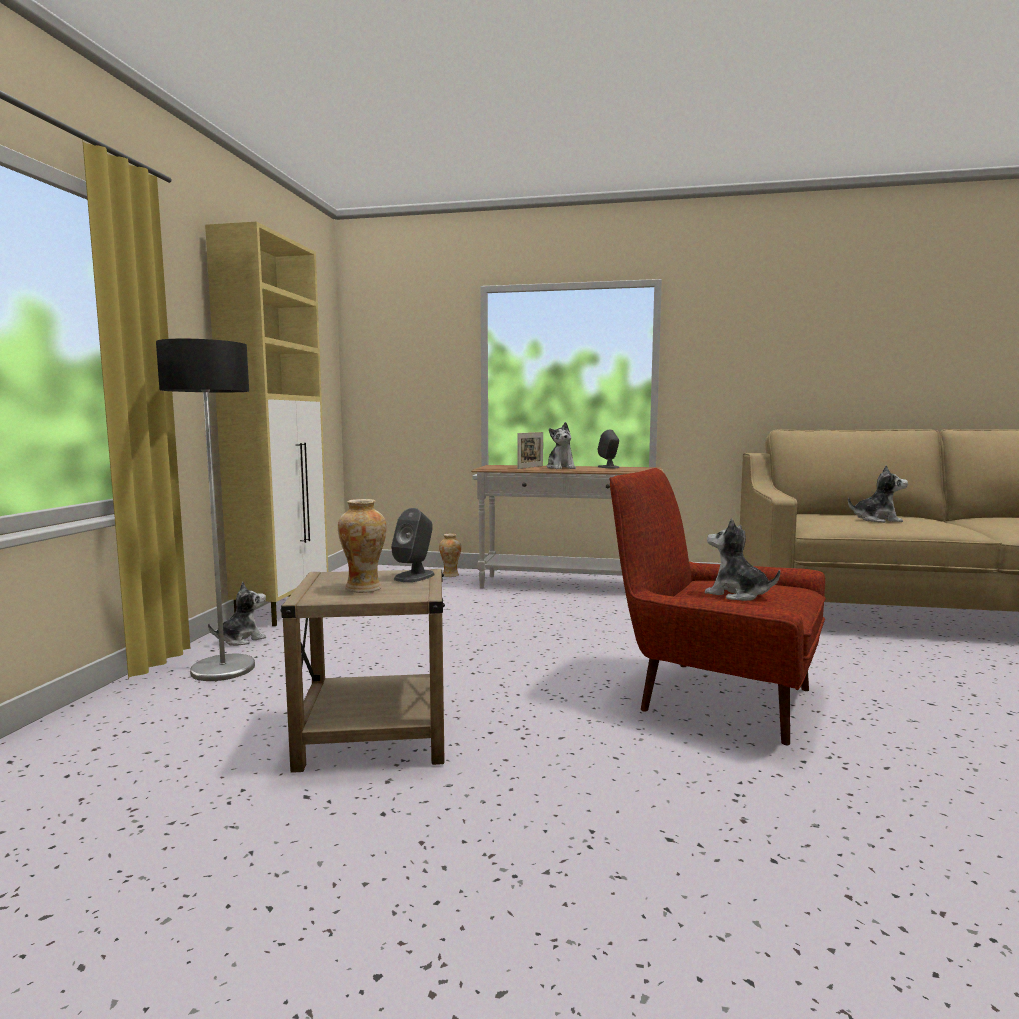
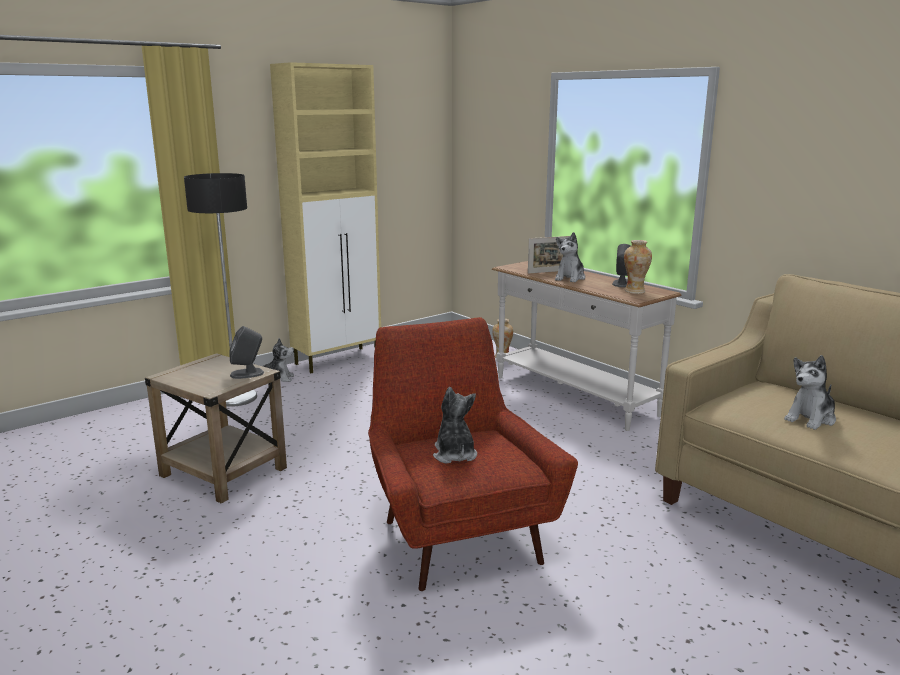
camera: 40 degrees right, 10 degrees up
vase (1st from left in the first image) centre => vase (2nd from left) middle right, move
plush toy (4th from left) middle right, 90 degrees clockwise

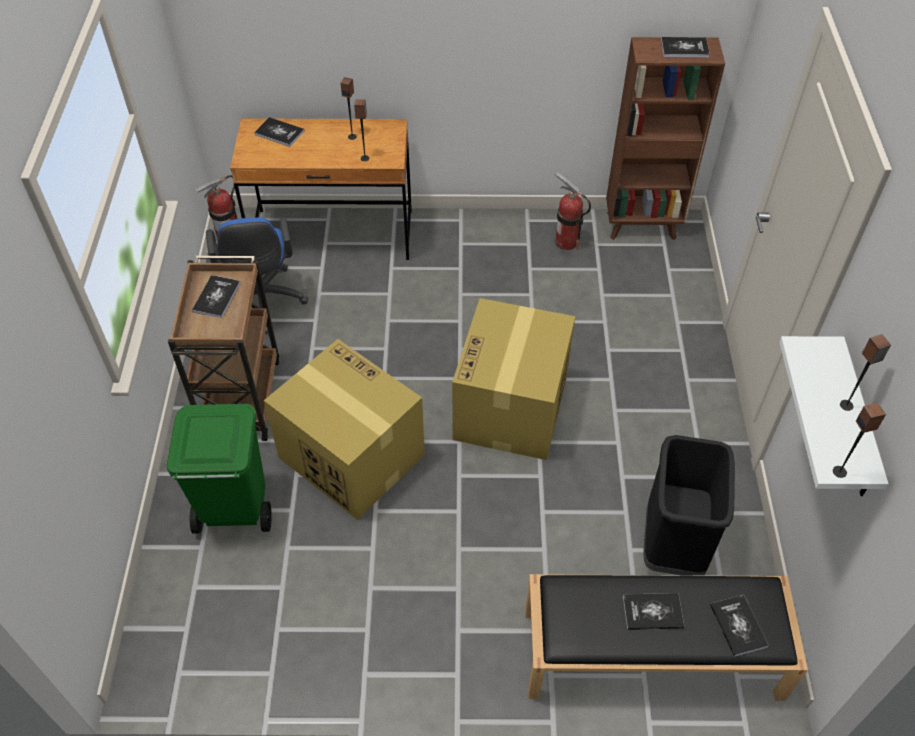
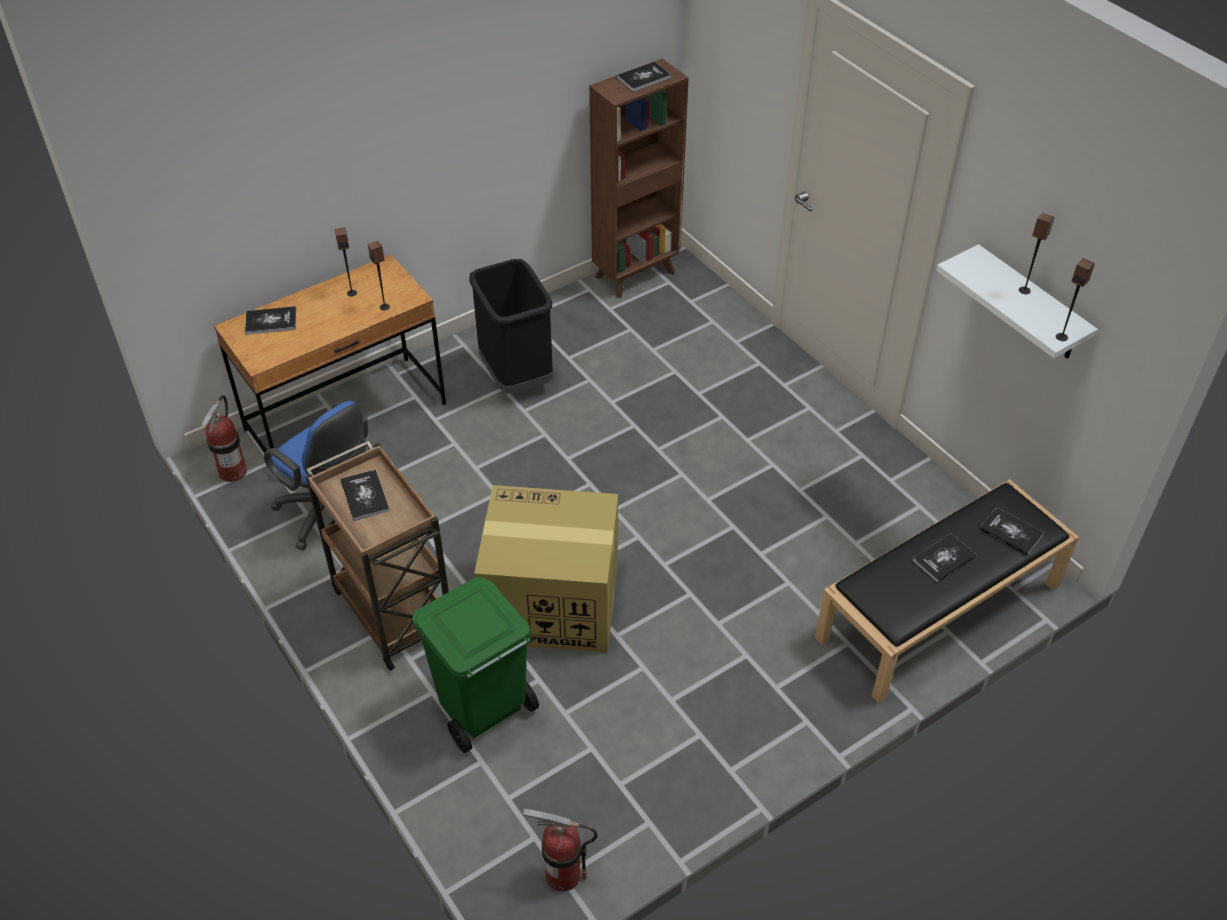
camera: 35 degrees left, 5 degrees down
black trash can bottom right => black trash can centre, move
fire extinguisher (2nd from left) top centre => fire extinguisher (2nd from left) bottom centre, move
cardboard box (2nd from left) centre => nothing

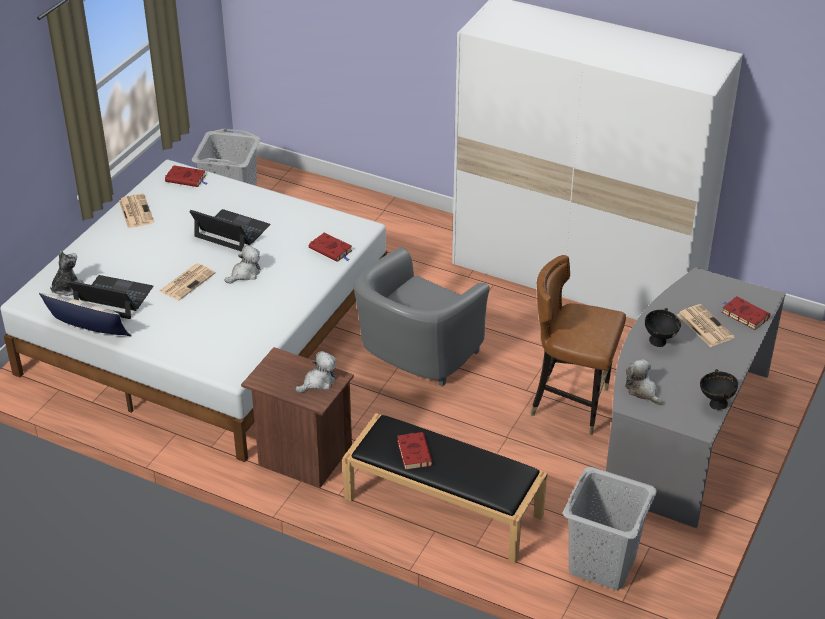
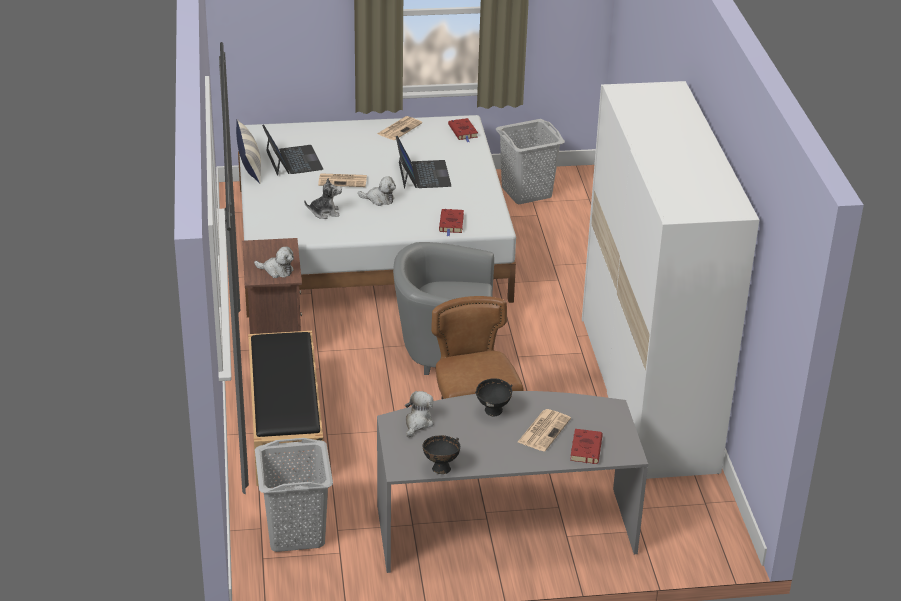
camera: 55 degrees right, 5 degrees down
plush toy (1st from left in the first image) middle left => plush toy (2nd from left) top centre, move
red book (3rd from left) bottom centre => nothing

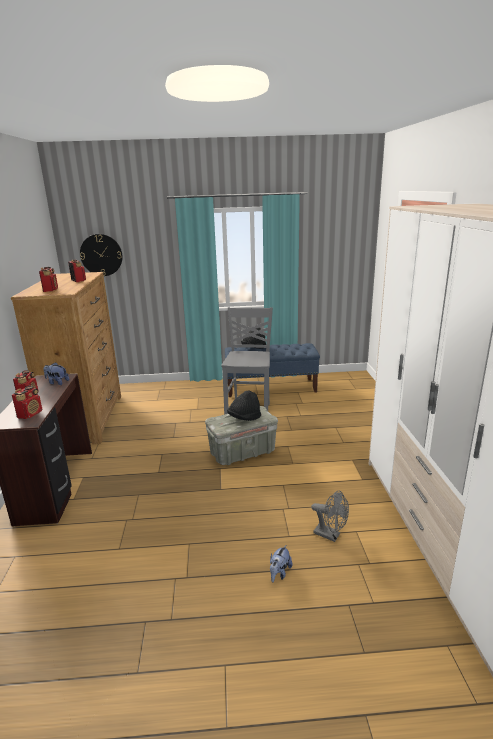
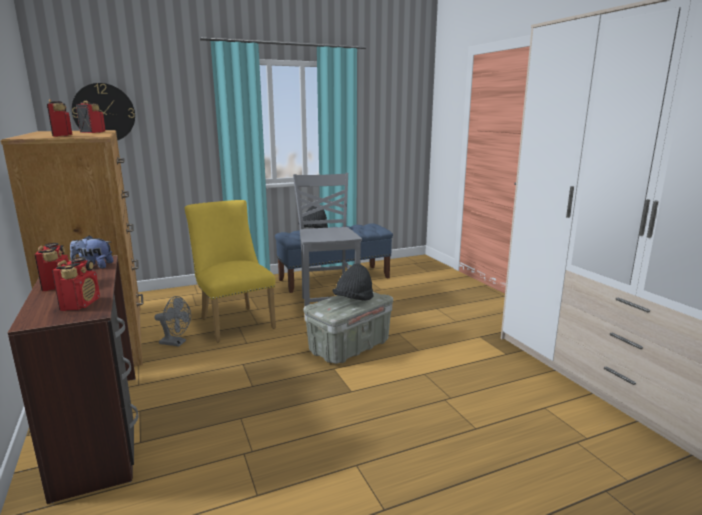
camera: 20 degrees left, 5 degrees down
grey fan bottom right => grey fan middle left, move
nothing => yellow chair middle left
plush toy (2nd from left) bottom centre => nothing

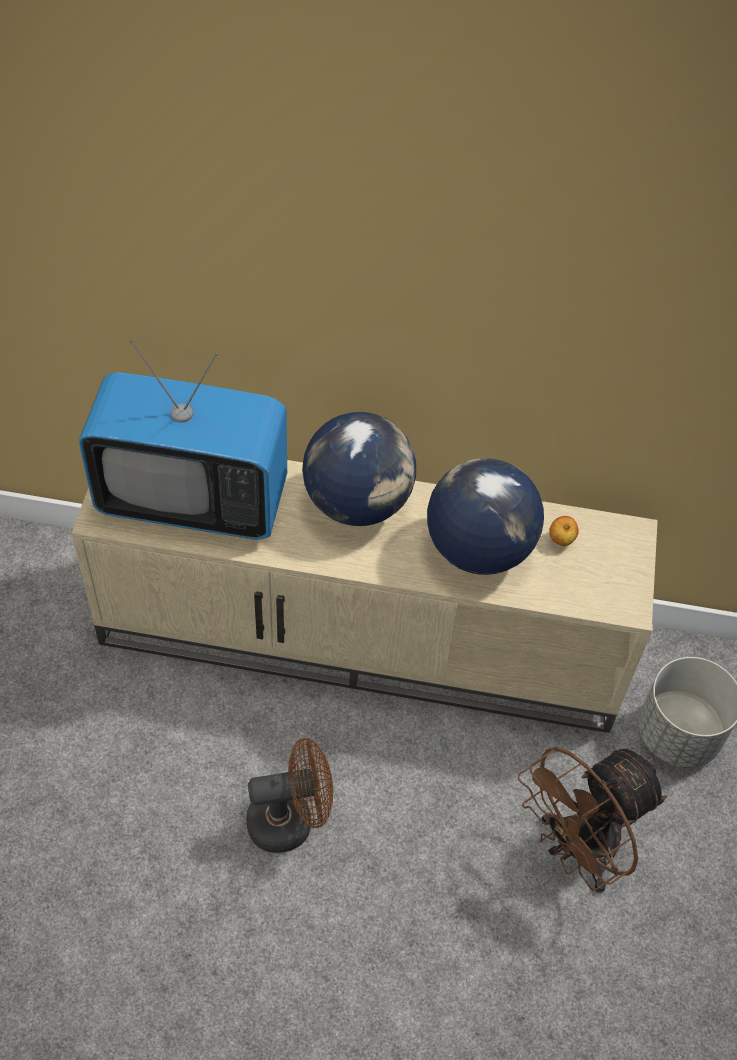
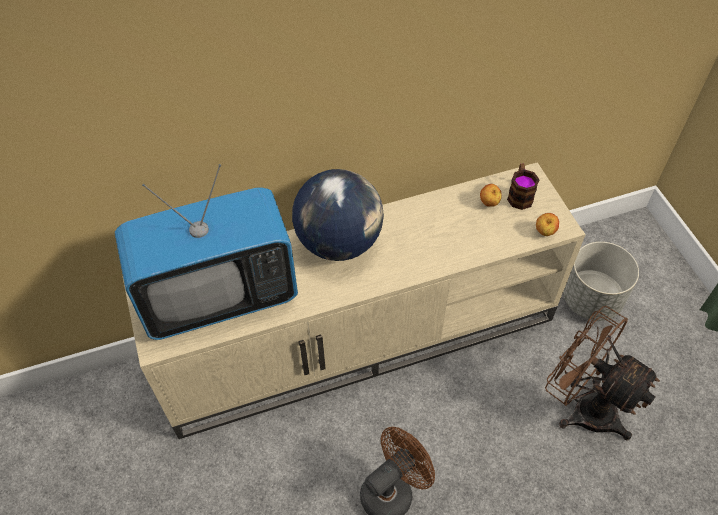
camera: 25 degrees left, 0 degrees up
nothing => mug middle right
nothing => apple (2nd from left) middle right
brown fan (2nd from left) bottom right, 105 degrees clockwise
globe (2nd from left) centre => nothing

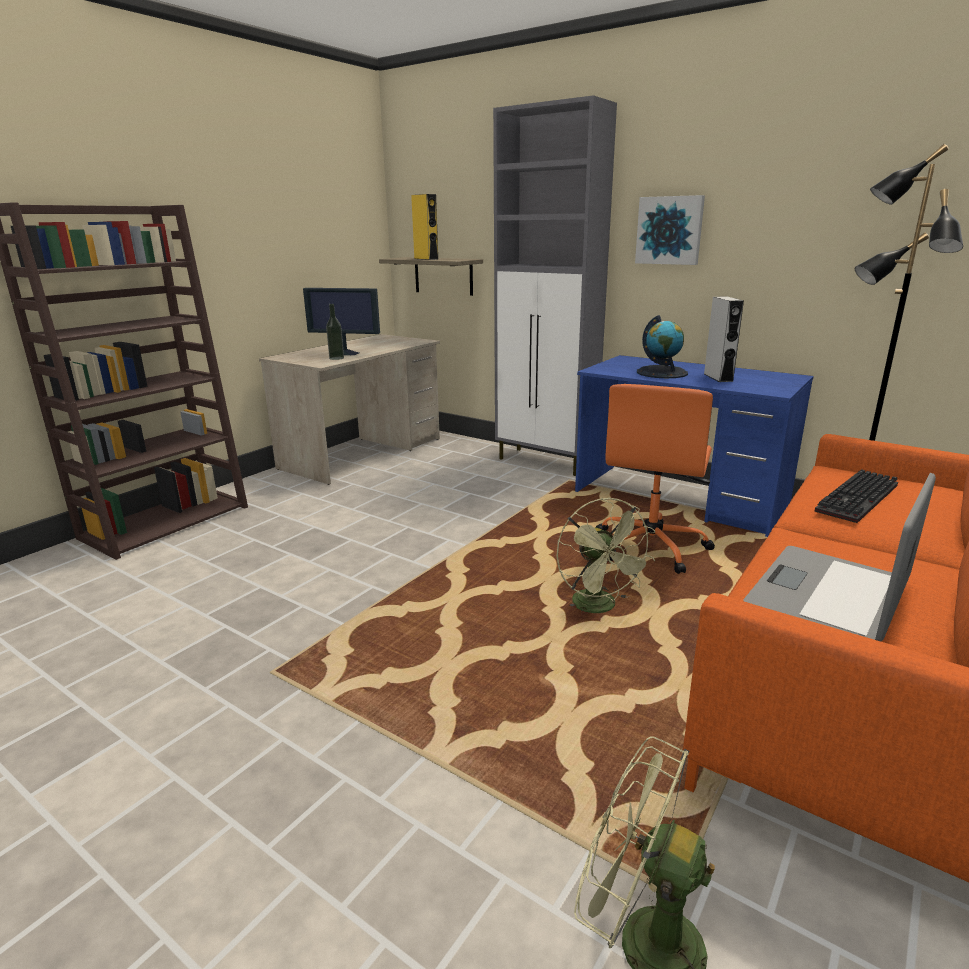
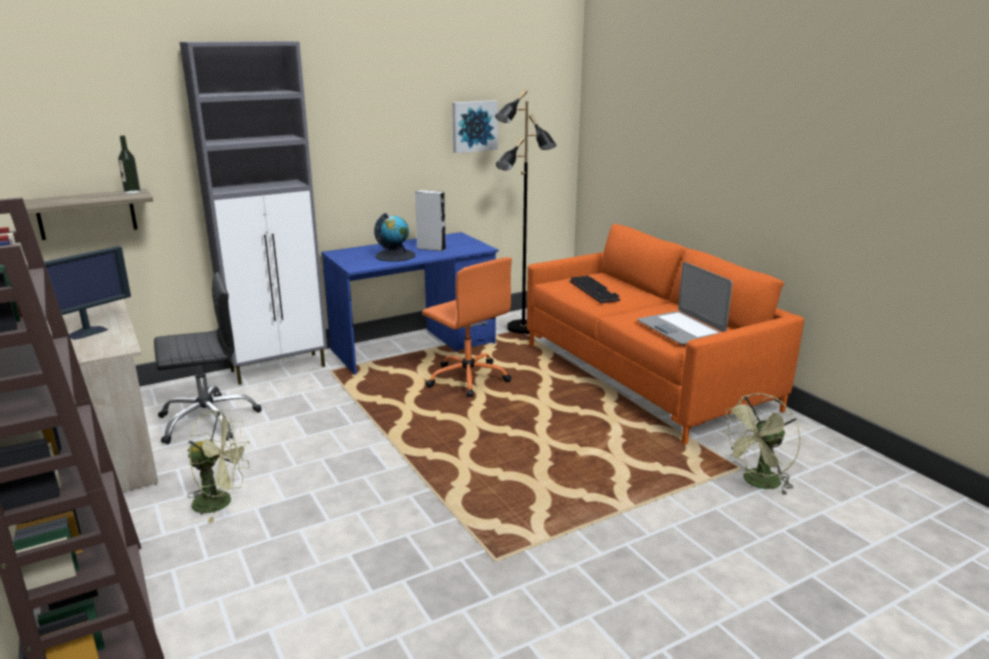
camera: 65 degrees left, 0 degrees up
bottle centre => bottle top left, move
nothing => black office chair middle left
green fan (1st from left) centre => green fan (1st from left) bottom left, move
picture top right => picture top centre, move
yellow speaker top centre => nothing

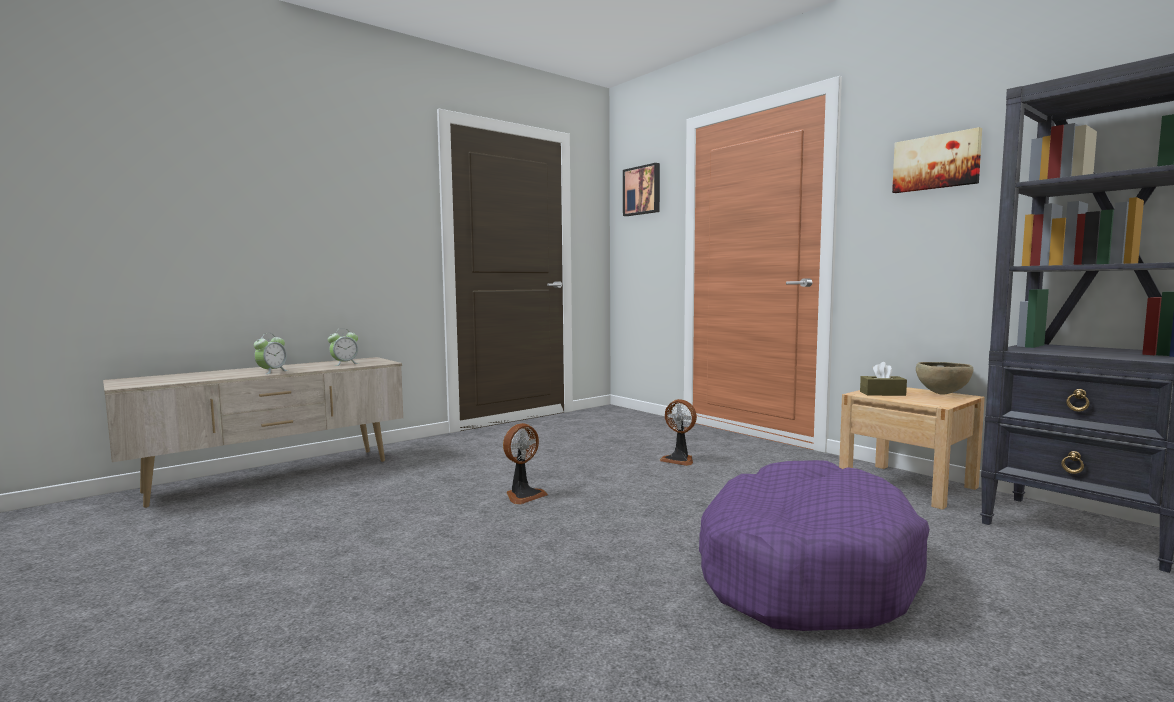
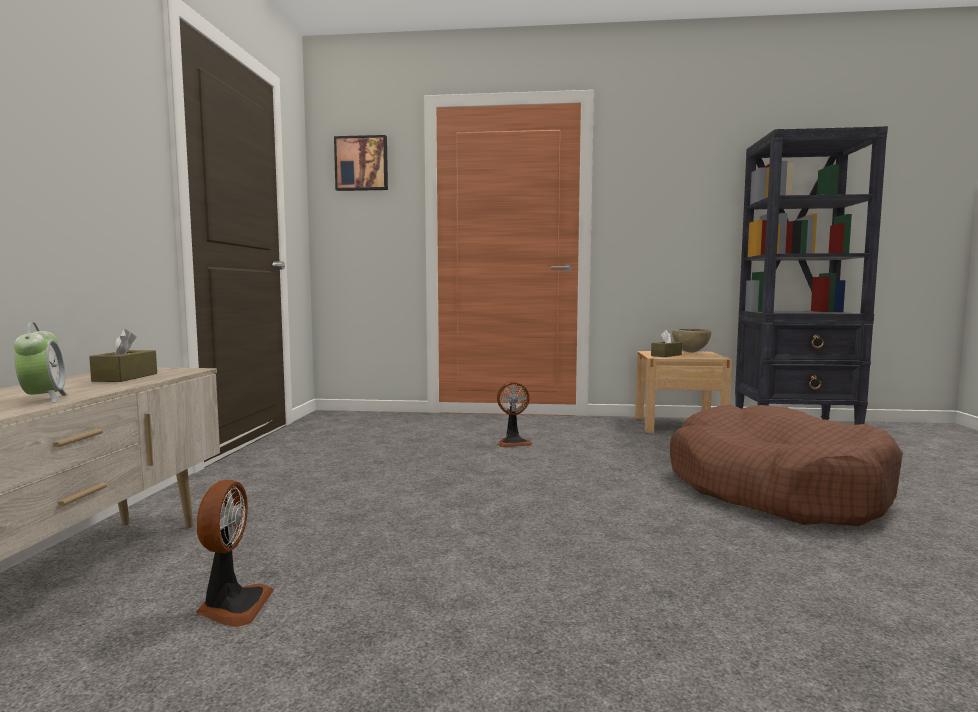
camera: 45 degrees left, 0 degrees up
alarm clock (2nd from left) middle left => brown tissue box (1st from left) middle left
fan (1st from left) centre => fan (1st from left) bottom left, move
purple dog bed bottom right => brown dog bed middle right
picture (2nd from left) top right => nothing

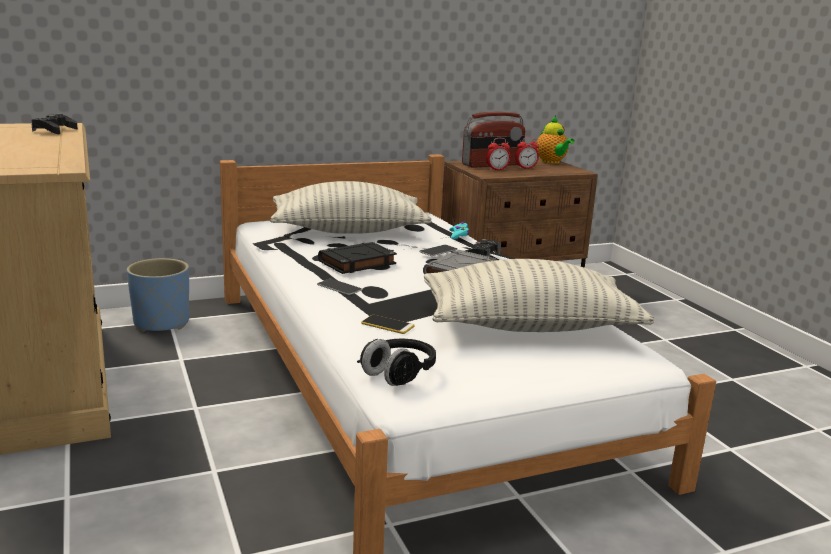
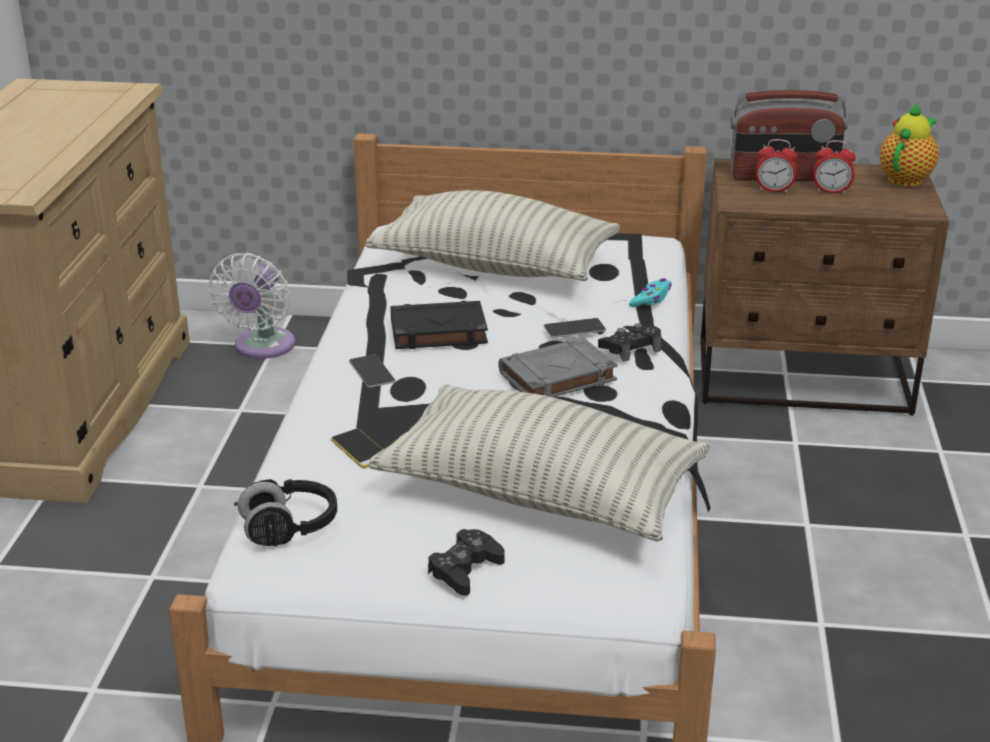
camera: 30 degrees right, 10 degrees up
blue planter middle left => white fan middle left
black game controller (1st from left) top left => black game controller (1st from left) bottom centre, move
teapot top right, 150 degrees counterclockwise

